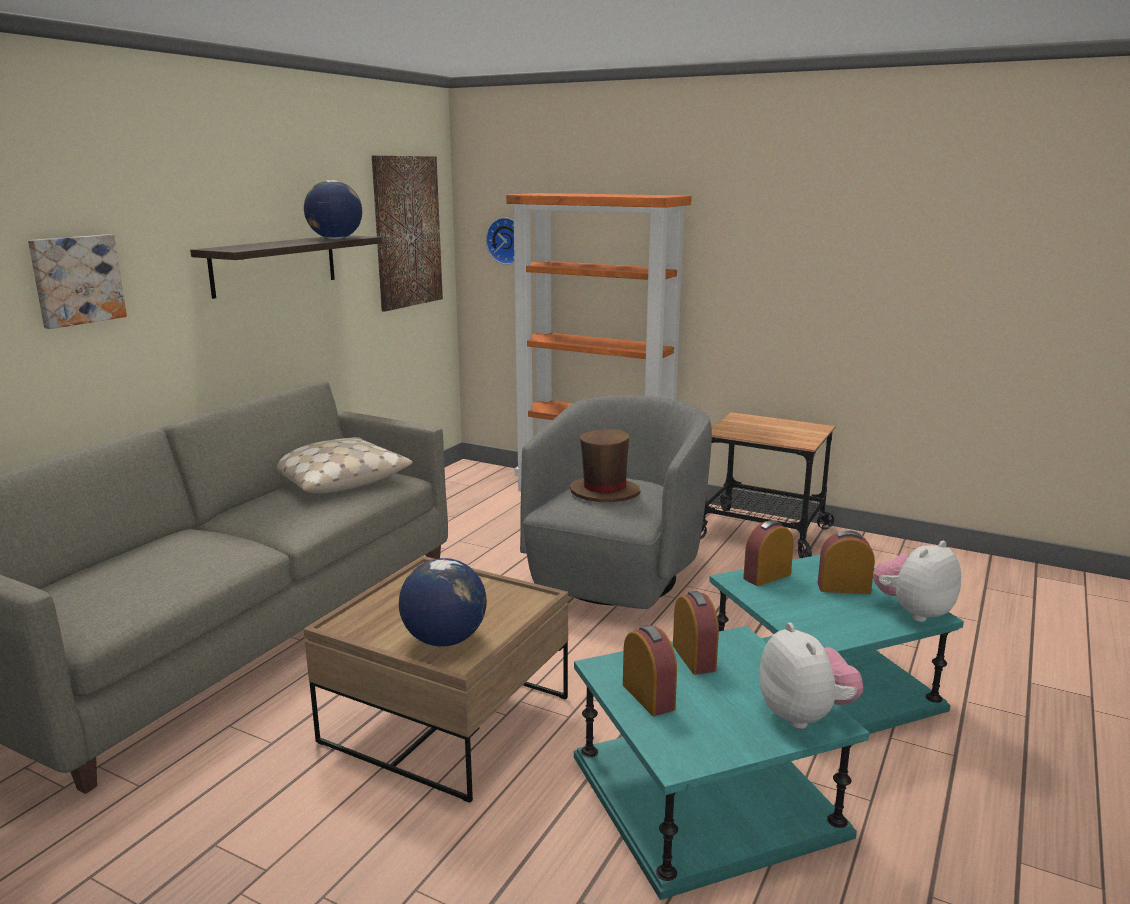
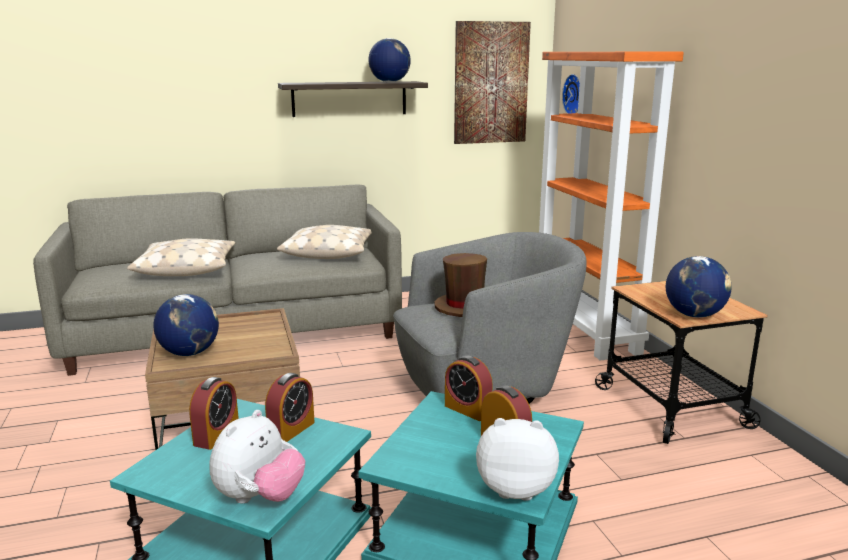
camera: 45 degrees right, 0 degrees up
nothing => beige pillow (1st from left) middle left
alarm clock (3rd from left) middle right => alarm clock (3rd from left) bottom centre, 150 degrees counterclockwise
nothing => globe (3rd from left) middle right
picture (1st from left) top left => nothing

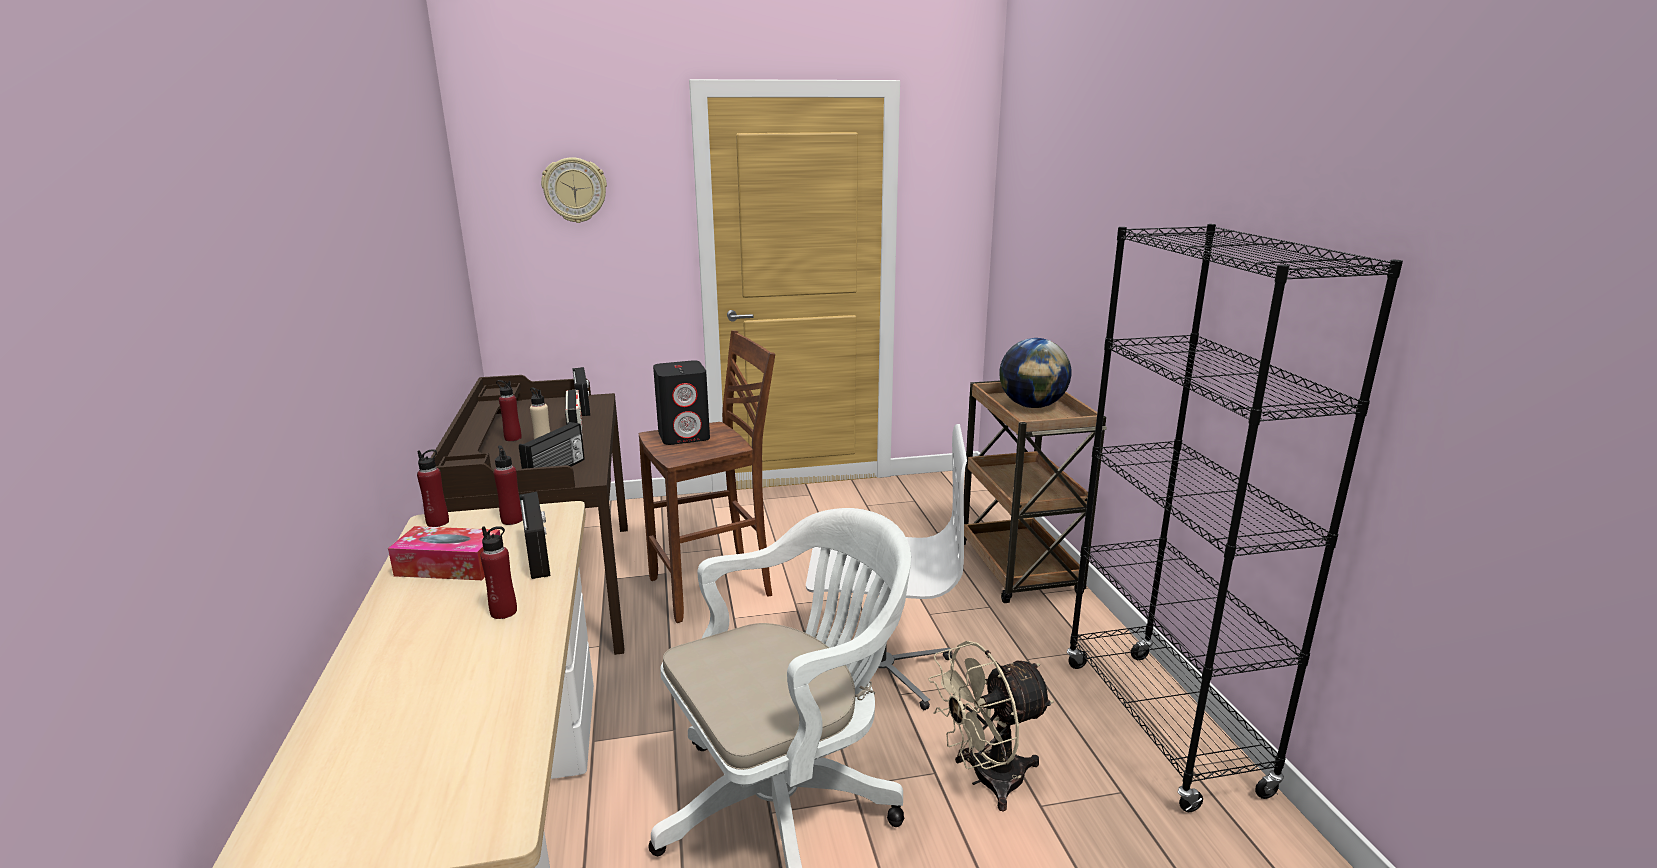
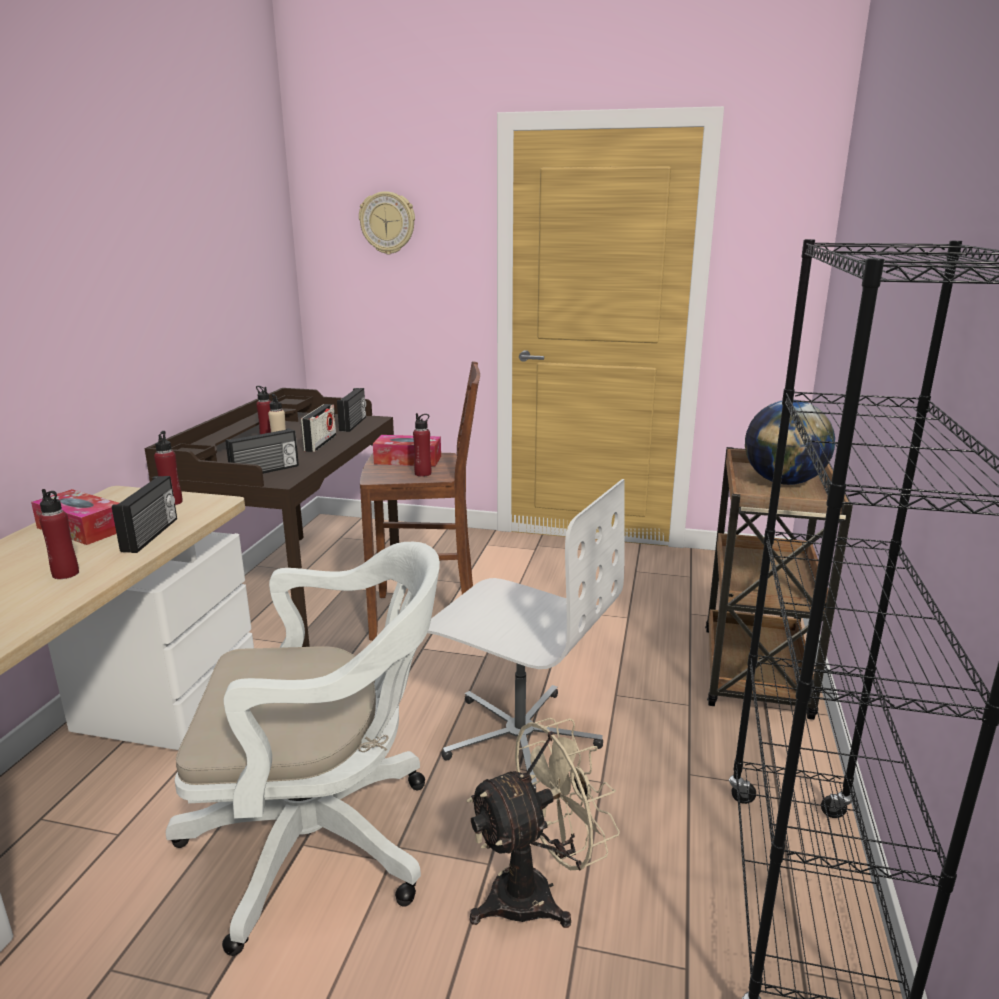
camera: 25 degrees right, 0 degrees up
black speaker centre => tissue box (2nd from left) centre
red bottle (1st from left in the first image) middle left => red bottle (4th from left) centre, move
beige fan bottom centre, 150 degrees clockwise

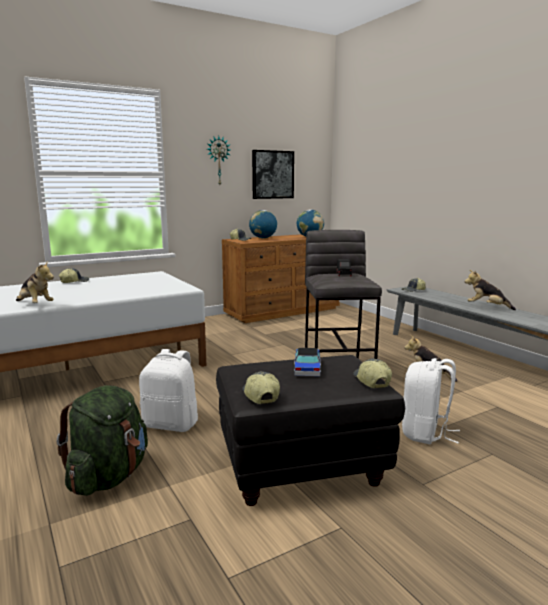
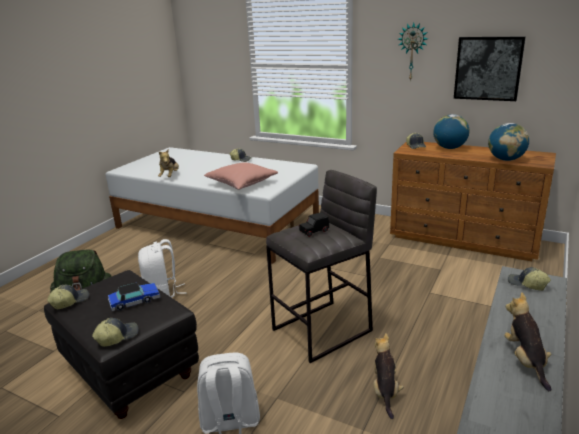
camera: 60 degrees right, 10 degrees up
nothing => pink pillow centre

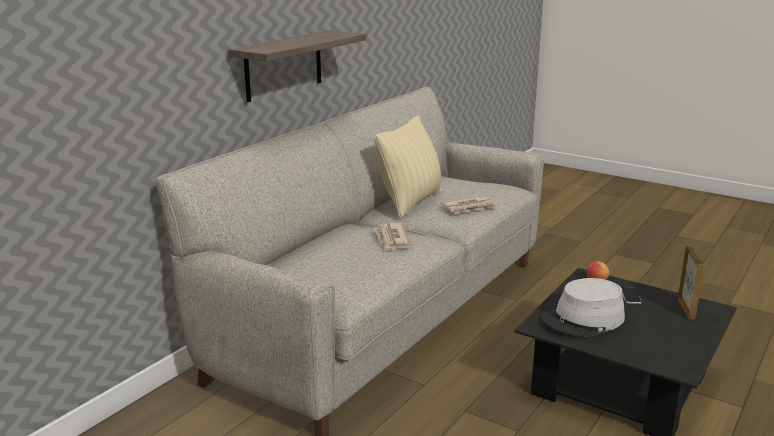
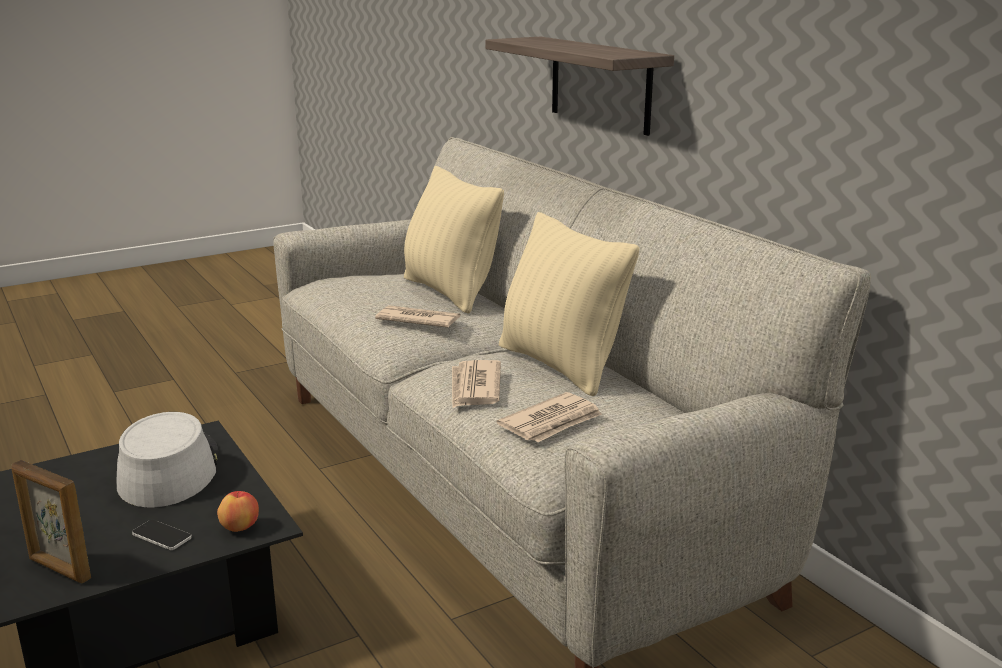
camera: 115 degrees right, 0 degrees up
nothing => beige pillow (1st from left) centre
nothing => newspaper (3rd from left) centre

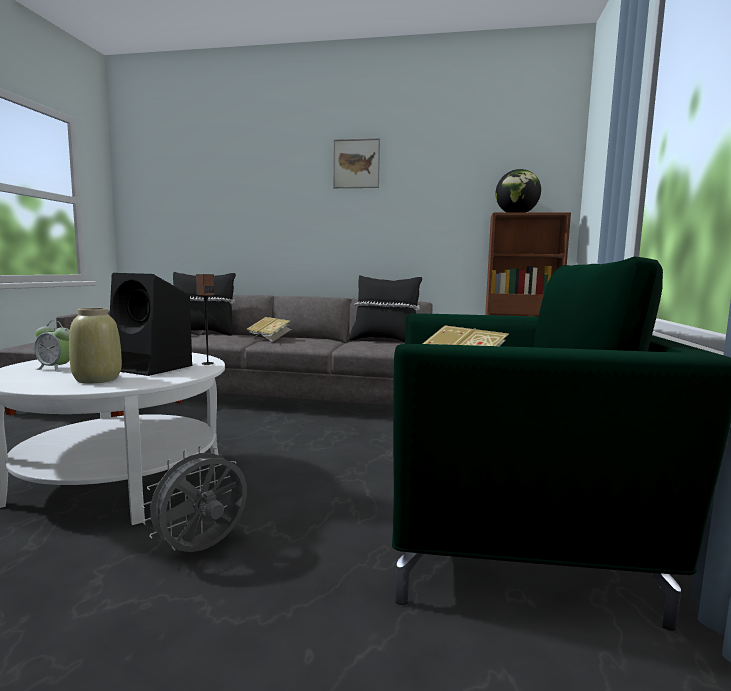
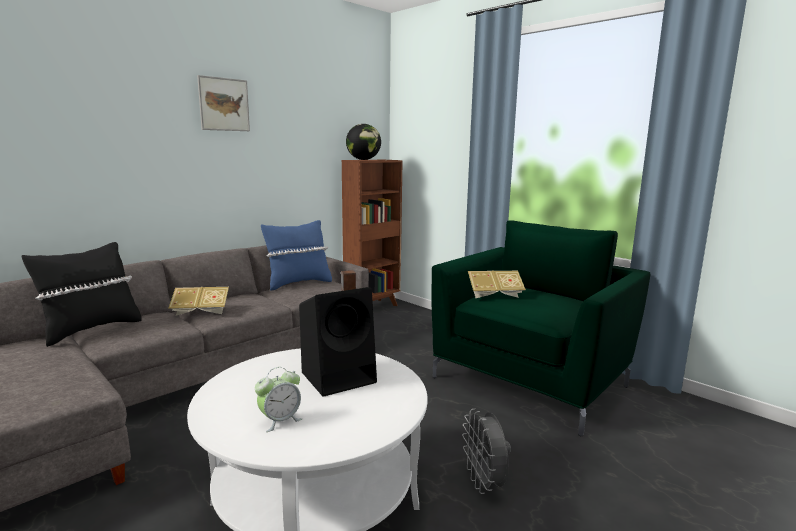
camera: 55 degrees left, 5 degrees up
black pillow (2nd from left) centre => blue pillow centre
beige vase middle left => nothing

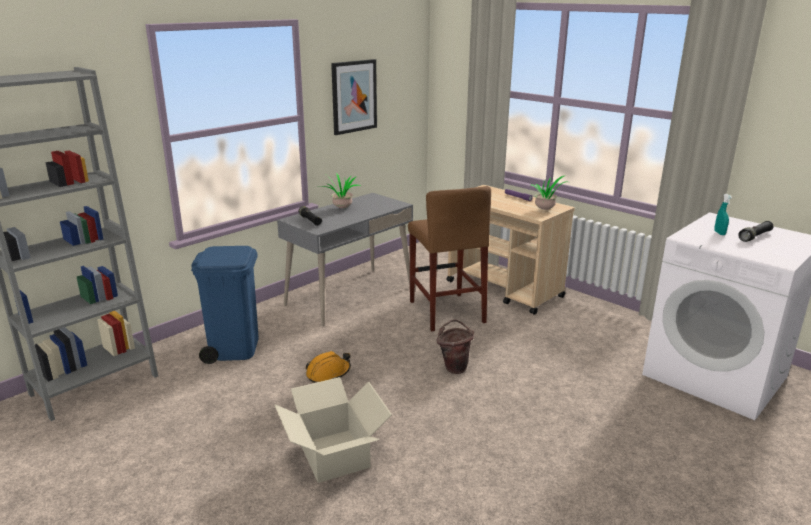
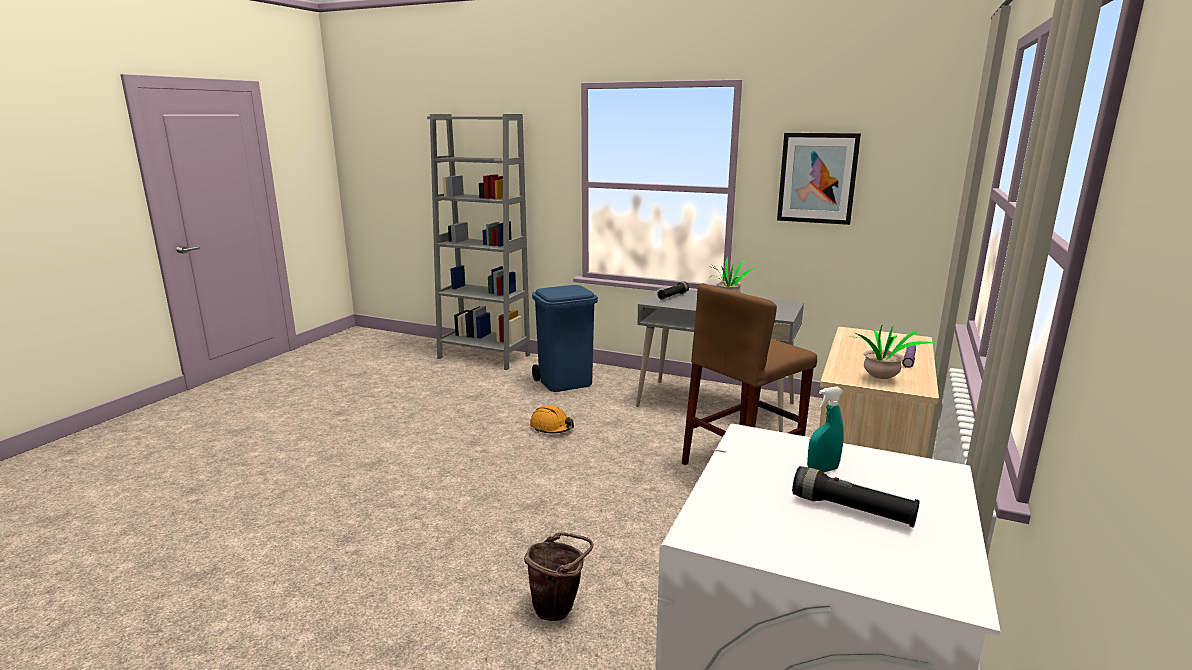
camera: 70 degrees right, 5 degrees down
brown bucket centre => brown bucket bottom centre, move
cardboard box bottom centre => nothing

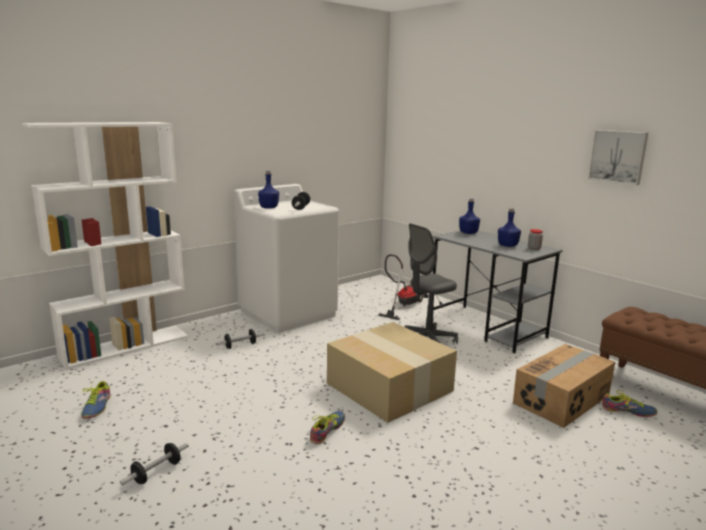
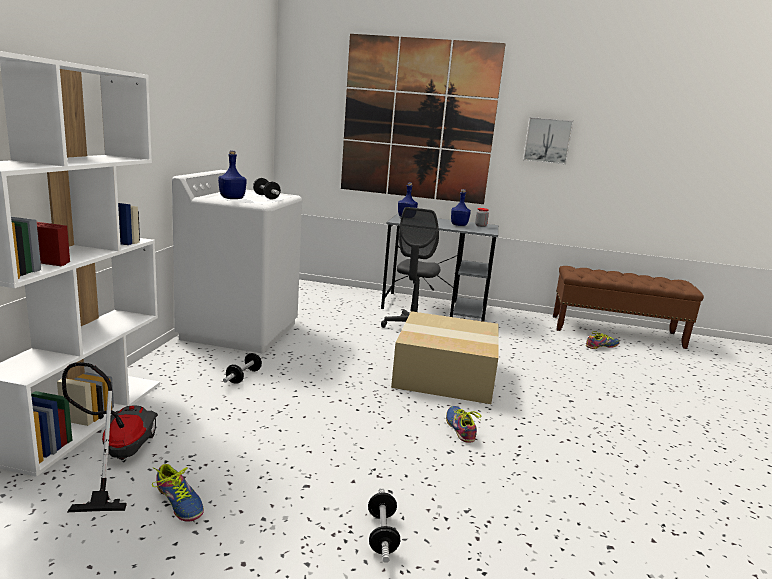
camera: 40 degrees left, 0 degrees up
vacuum cleaner centre => vacuum cleaner bottom left, move
nothing => picture (1st from left) top centre
cardboard box (2nd from left) bottom right => nothing

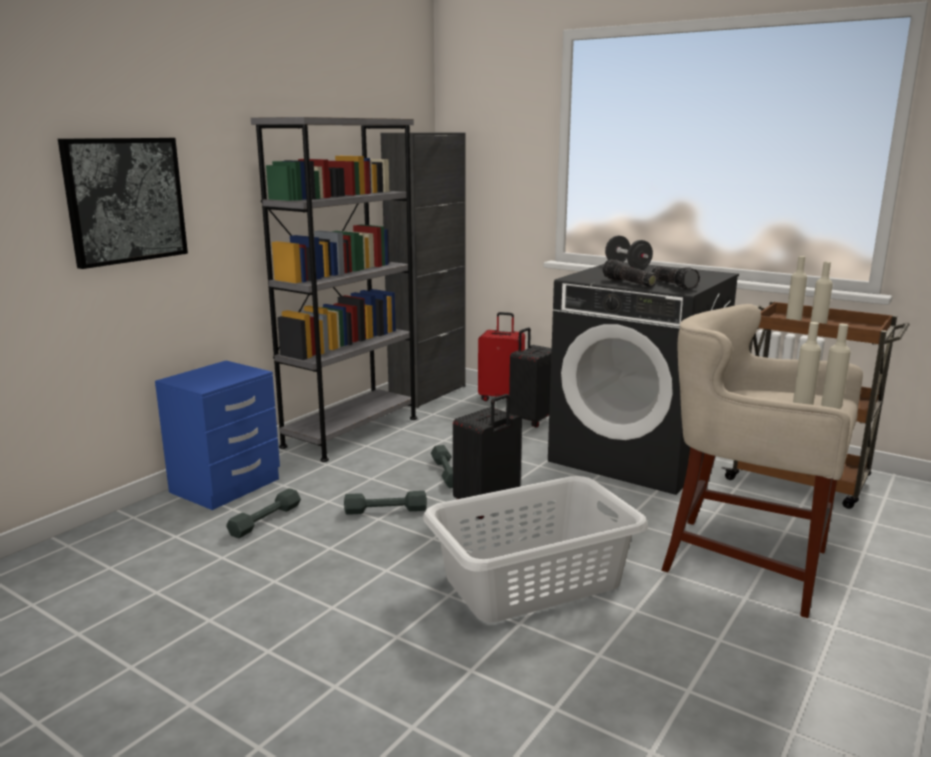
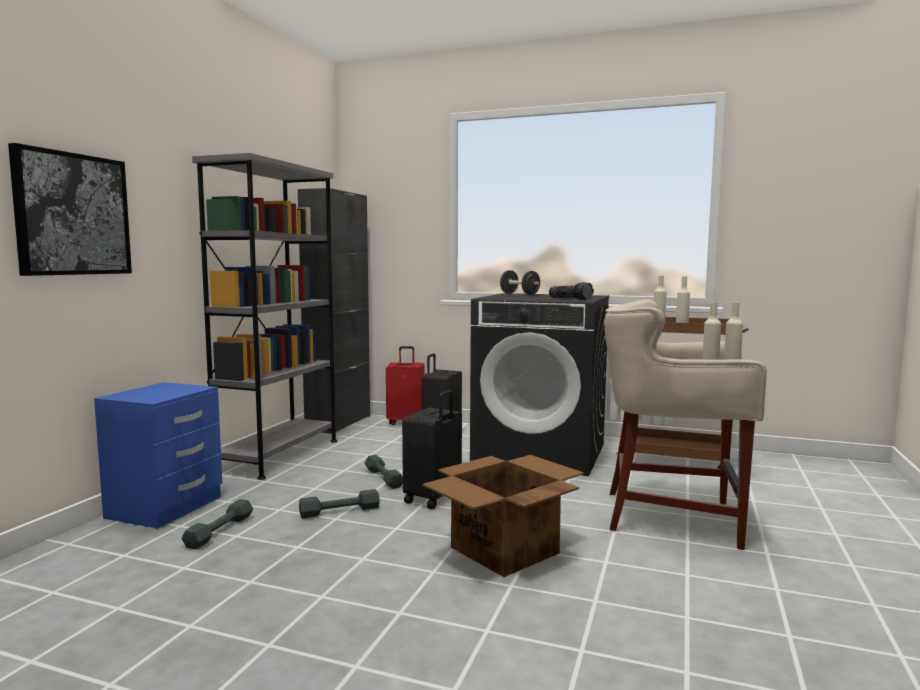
camera: 15 degrees left, 10 degrees down
grey laundry basket bottom centre => cardboard box bottom centre
flashlight (1st from left) middle right => nothing

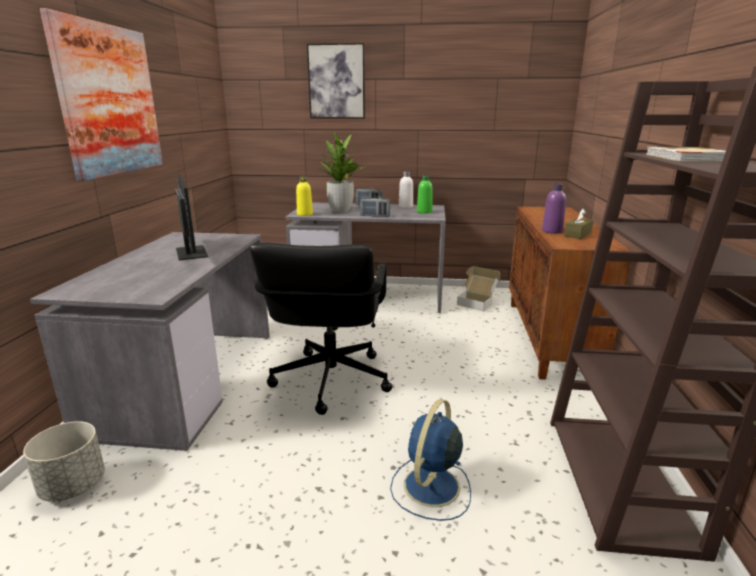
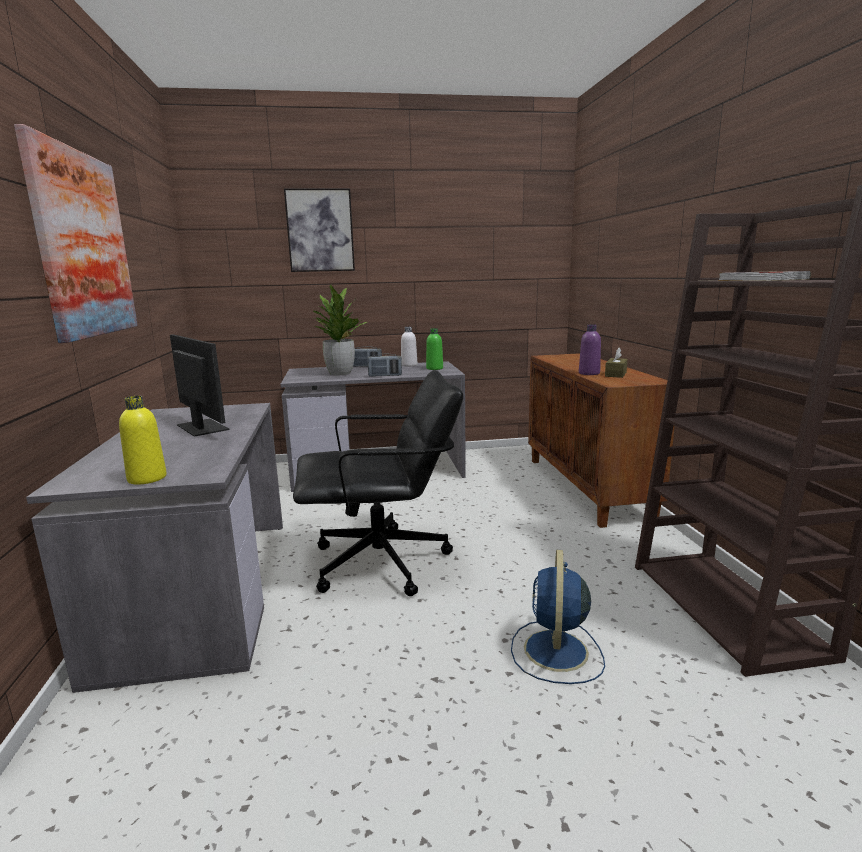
camera: 15 degrees left, 5 degrees down
yellow bottle centre => yellow bottle middle left, move
black office chair centre, 90 degrees counterclockwise
grey planter bottom left => nothing
cardboard box centre => nothing

